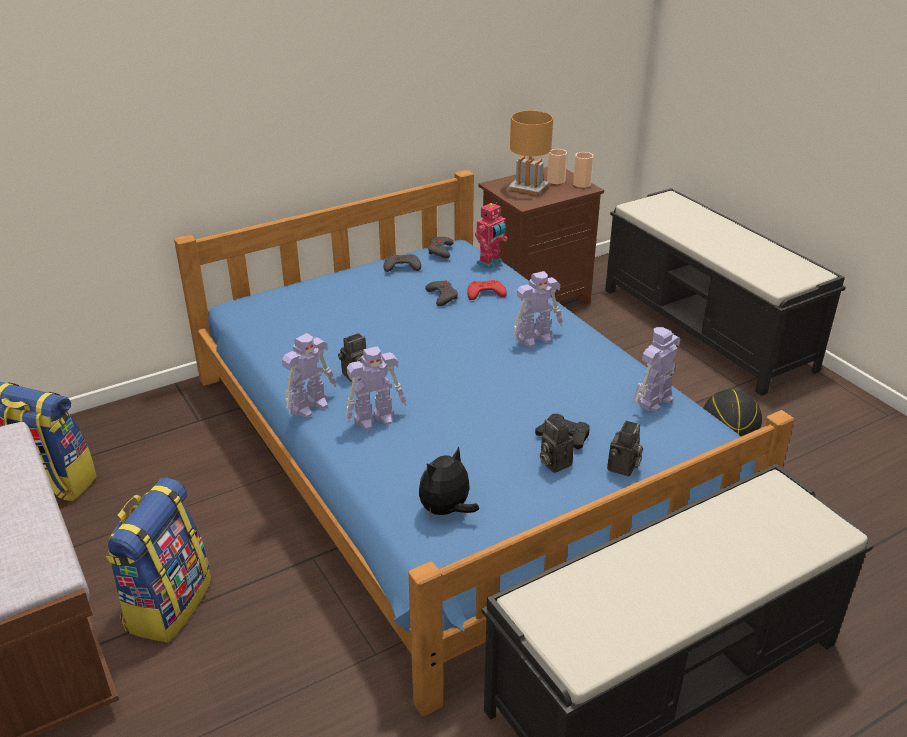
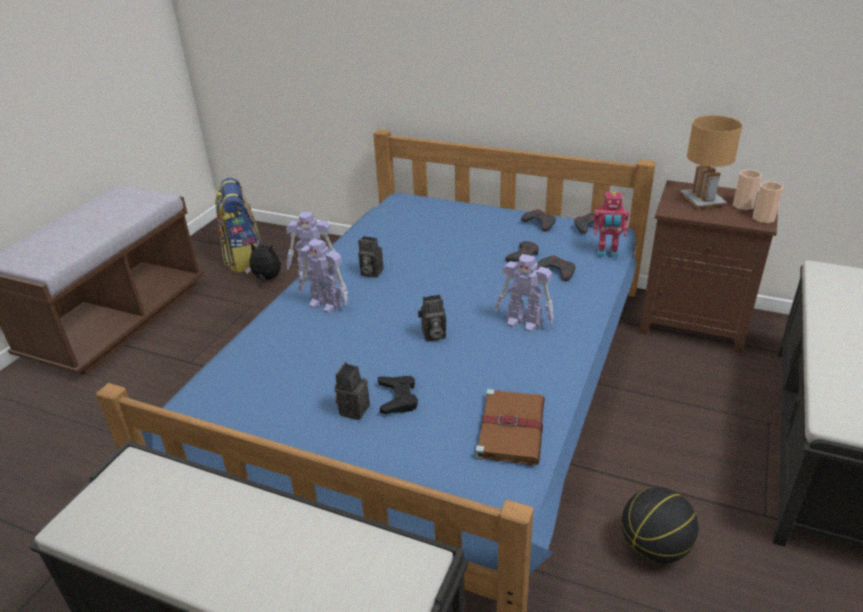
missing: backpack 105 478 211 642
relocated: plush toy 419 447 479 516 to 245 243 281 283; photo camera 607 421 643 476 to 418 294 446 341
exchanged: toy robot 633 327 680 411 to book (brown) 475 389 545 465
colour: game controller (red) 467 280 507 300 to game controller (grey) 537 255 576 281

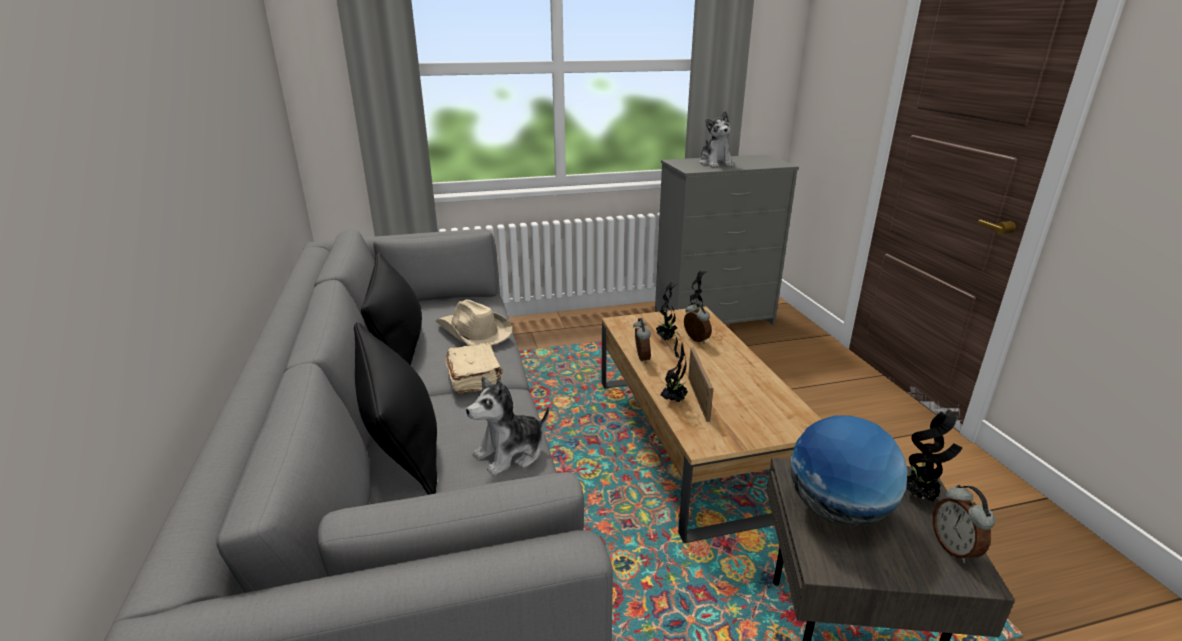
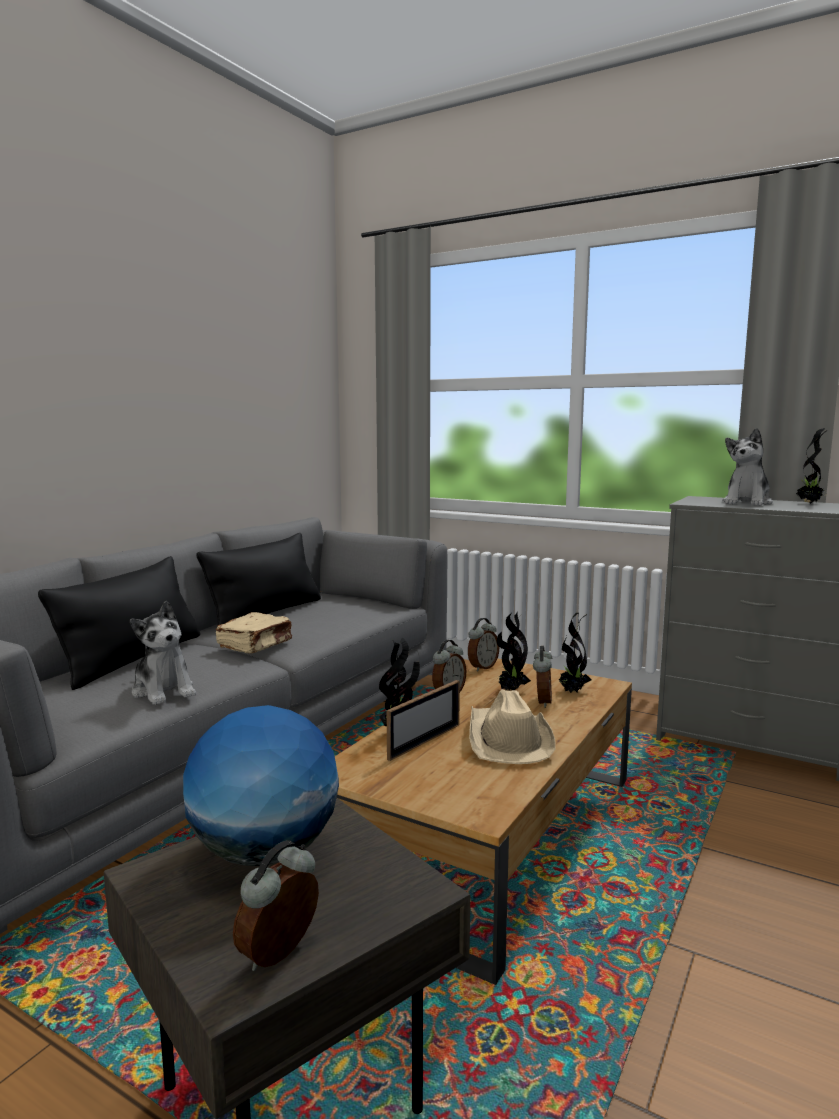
appeared: alarm clock 468 618 499 671
relocated: hat (beige) 436 300 512 346 to 469 689 556 764; potted plant 906 409 963 502 to 796 428 828 504
spun: plush toy 466 376 549 476 = 130 601 196 705 135 degrees counterclockwise

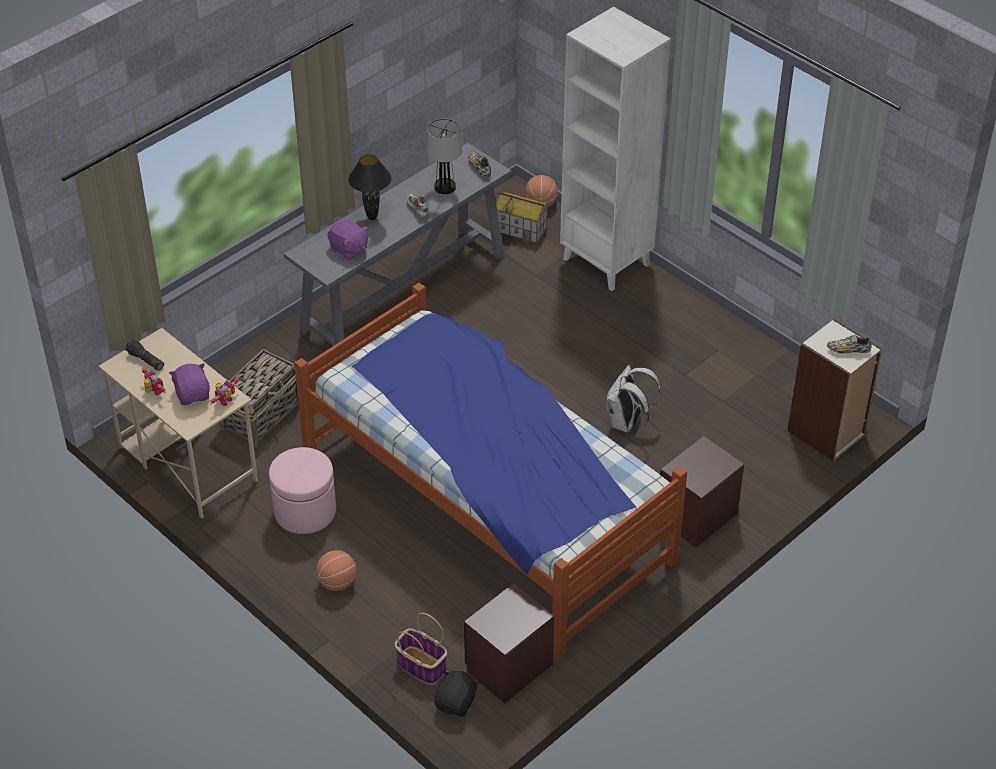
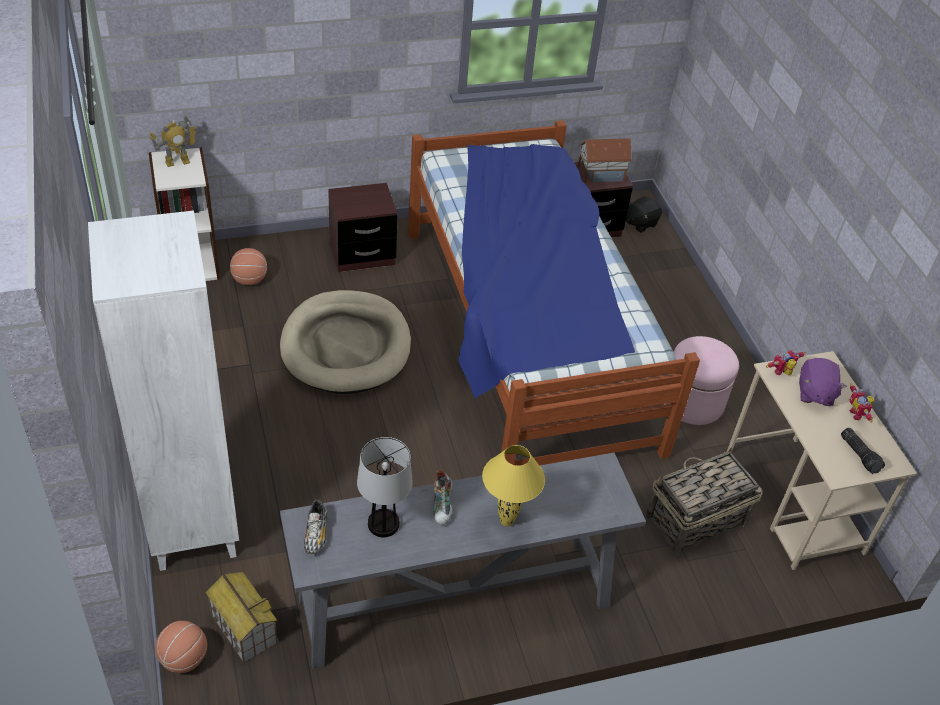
missing: plush toy (purple) 327 219 368 260; basket 395 613 447 684
appeared: toy house 578 138 632 183
relocated: basketball 316 550 357 591 to 230 248 267 285
exchanged: backpack (white) 606 365 661 432 to dog bed (beige) 280 290 411 394; shoe 827 335 872 354 to toy robot 149 115 198 167
colour: table lamp (black) 348 154 391 220 to table lamp (yellow) 482 445 545 526

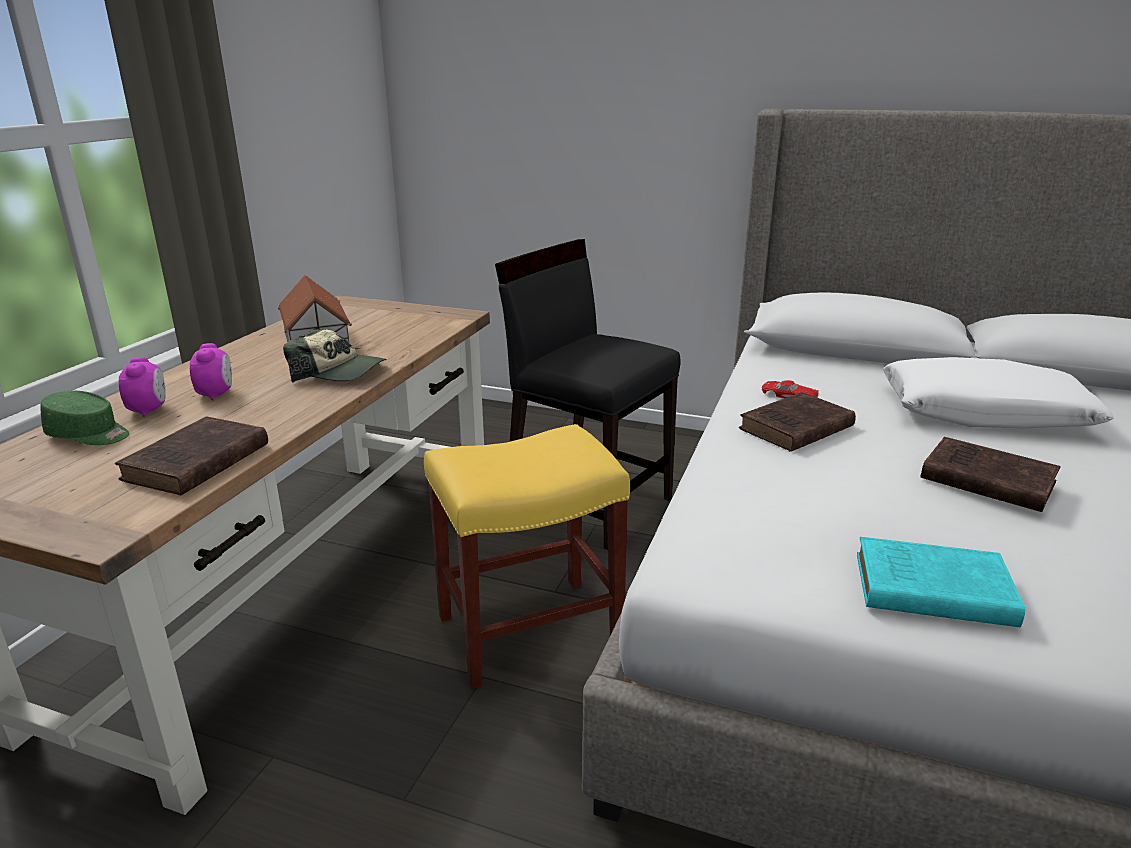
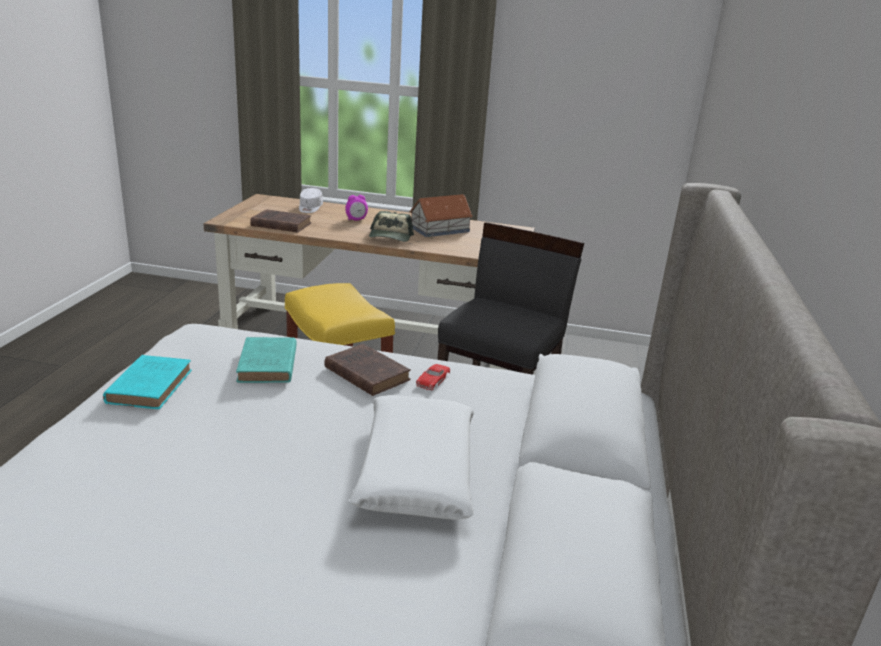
missing: alarm clock 119 357 166 417; book (brown) 921 437 1061 512
appeared: book (turquoise) 236 337 297 383
colour: cap (green) 40 391 129 445 to cap (white) 299 188 323 213

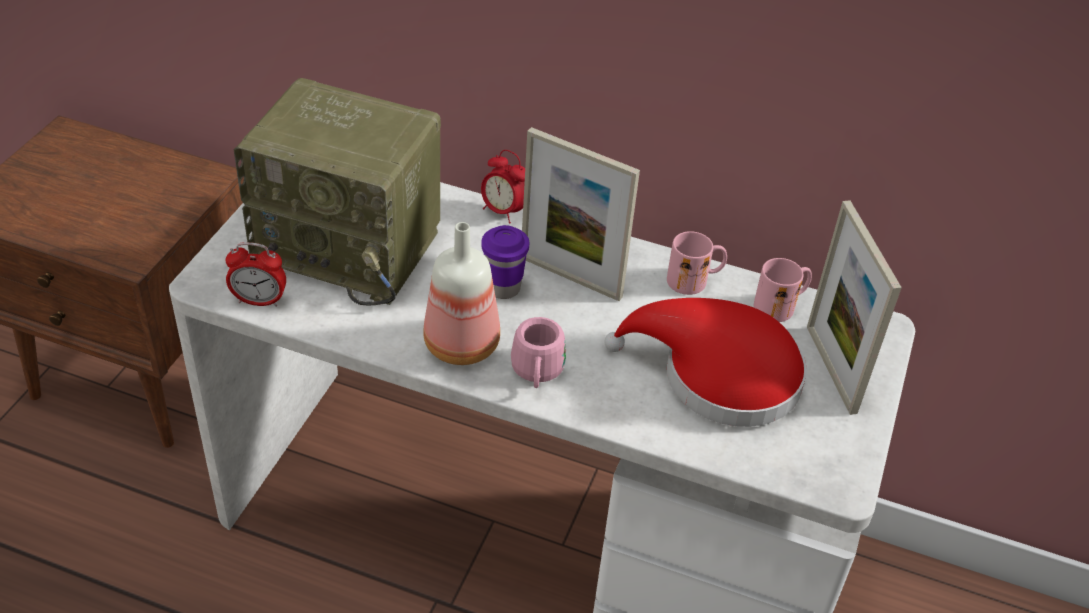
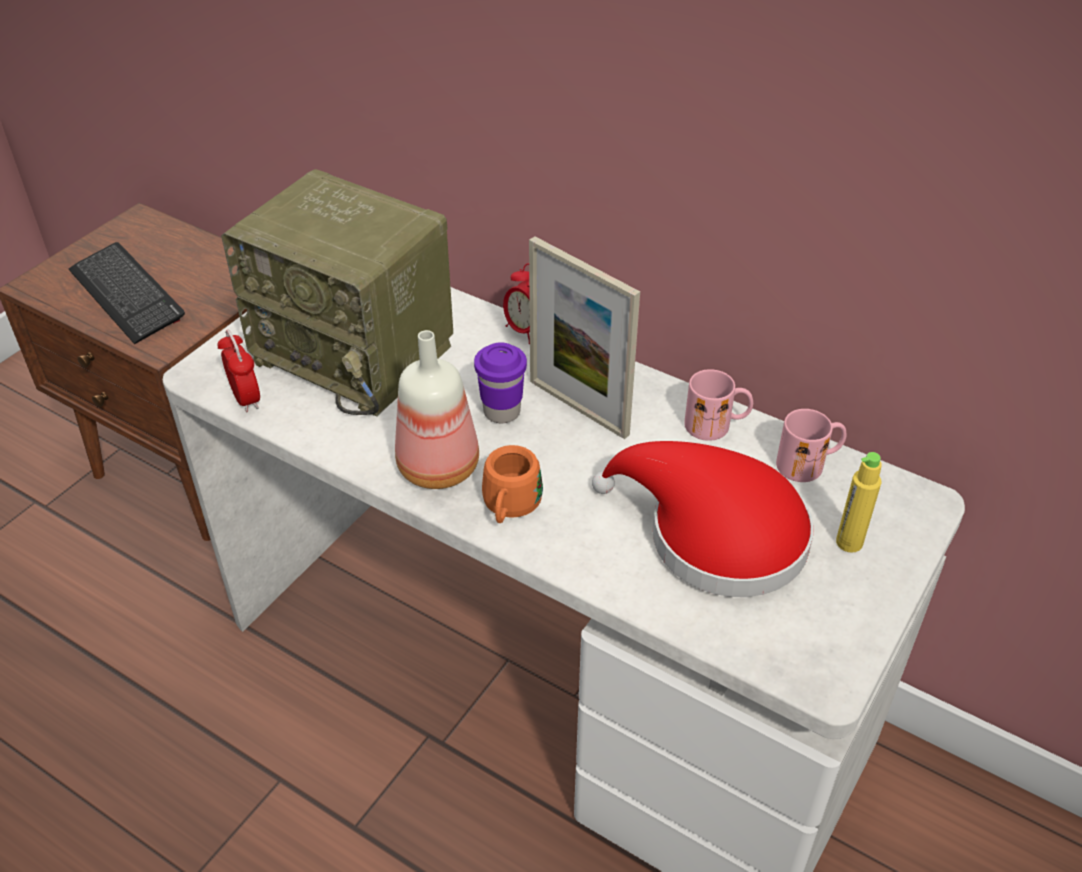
appeared: keyboard 69 242 185 344
exchanged: picture frame 807 200 902 415 to bottle (yellow) 836 452 882 553
colour: mug (pink) 511 317 566 388 to mug (orange) 482 445 543 523
spun: alarm clock 225 242 286 307 = 218 330 260 412 135 degrees counterclockwise

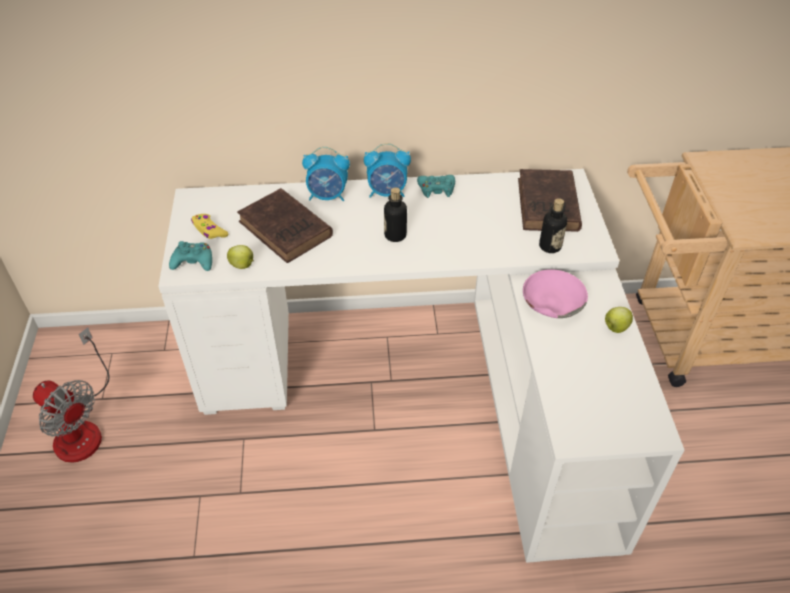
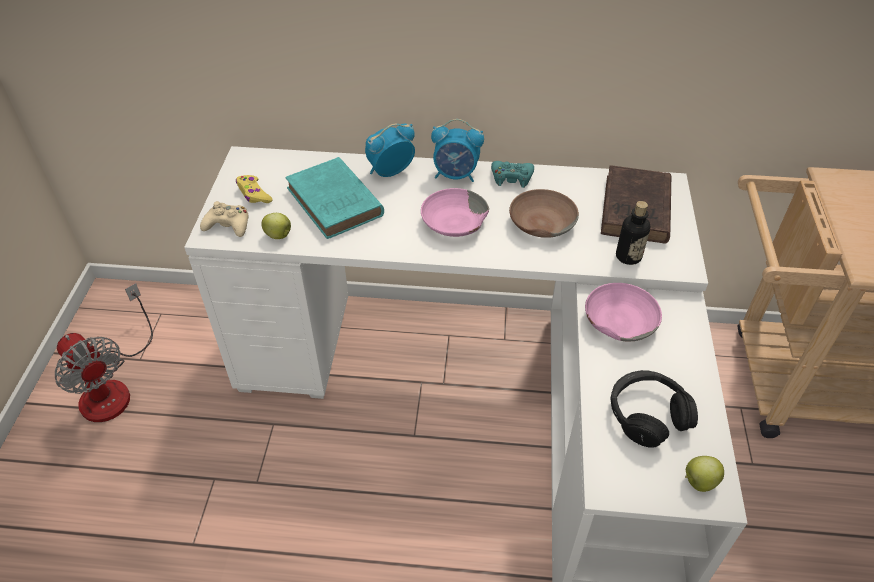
appeared: bowl (brown) 509 189 579 238; headphones (black) 611 370 698 448
relocated: apple 605 307 633 333 to 685 456 724 492
exchanged: bottle 384 187 407 242 to bowl (pink) 421 188 489 237
colour: game controller (turquoise) 169 241 212 271 to game controller (beige) 200 201 249 237; book (brown) 237 188 333 263 to book (turquoise) 285 157 384 239
spun: alarm clock 302 147 350 201 = 365 124 415 177 135 degrees clockwise

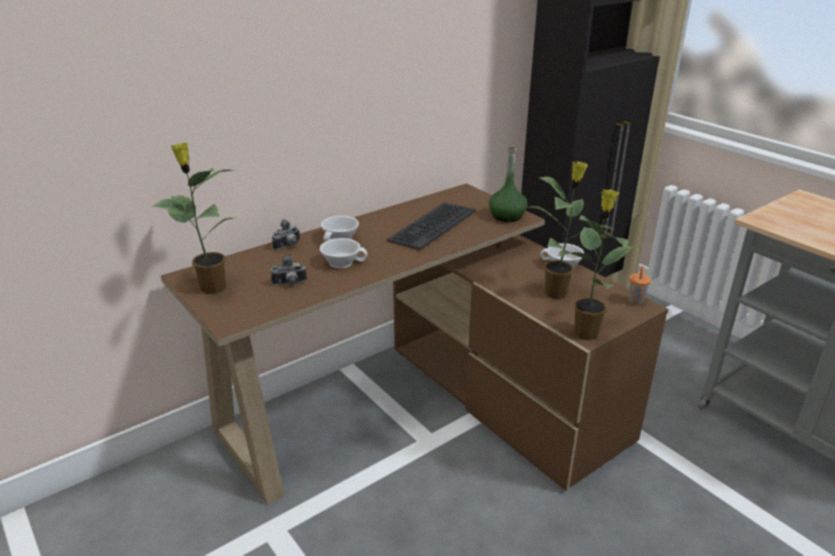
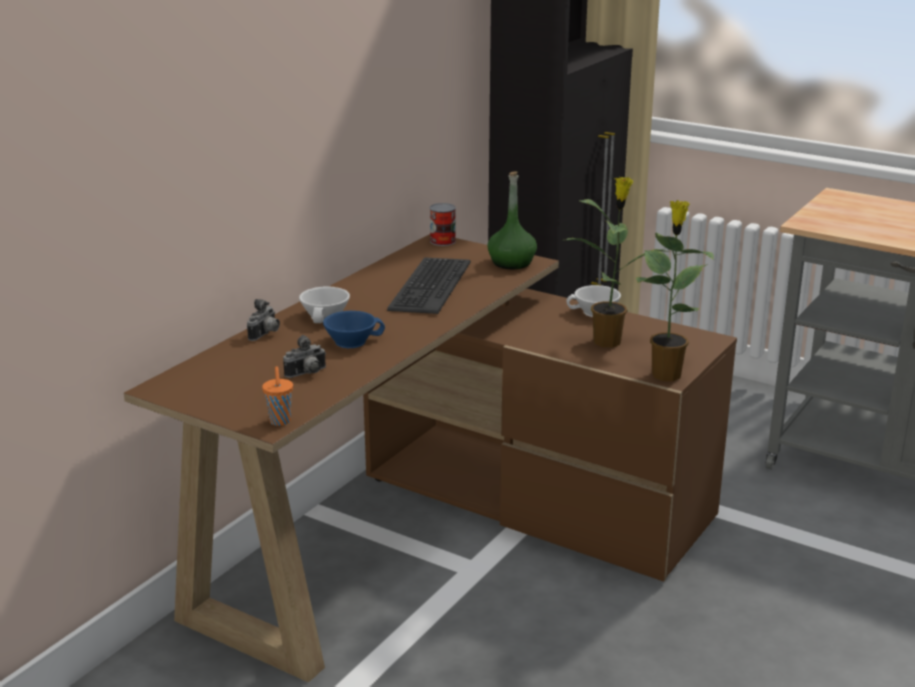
missing: potted plant 152 143 238 294
appeared: can 430 203 456 246
relocated: cup (orange) 629 266 651 305 to 262 366 293 426
colour: cup (white) 320 238 367 268 to cup (blue) 323 311 385 348

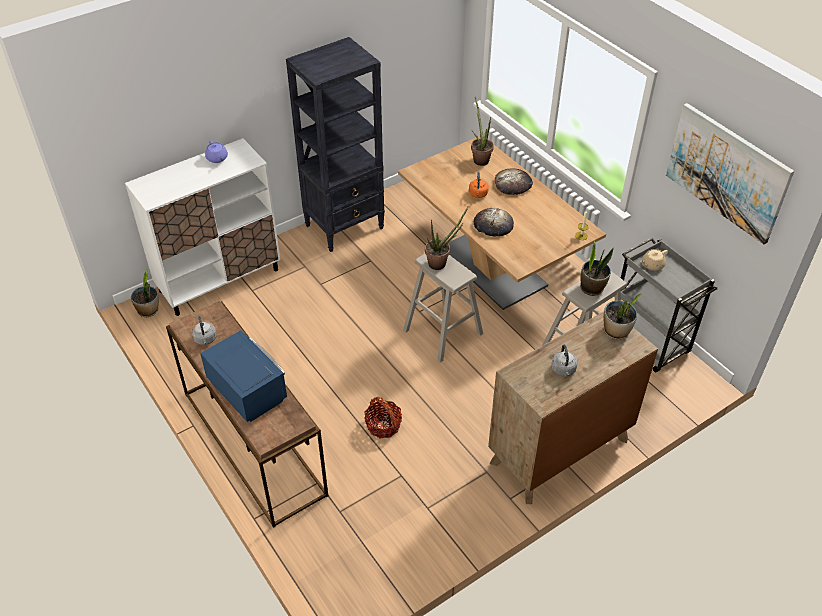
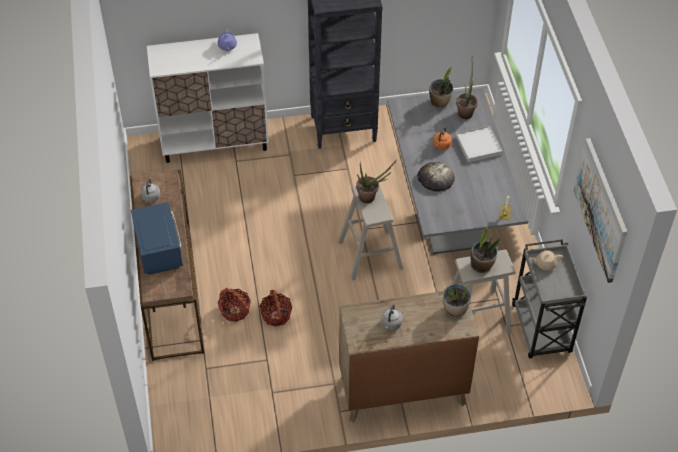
appeared: basket 218 288 251 322
relocated: potted plant 131 270 159 317 to 429 67 454 108
exchanged: bread 495 168 533 195 to tray (white) 456 126 503 162
colour: dining table (brown) 398 136 606 310 to dining table (grey) 387 88 528 254

